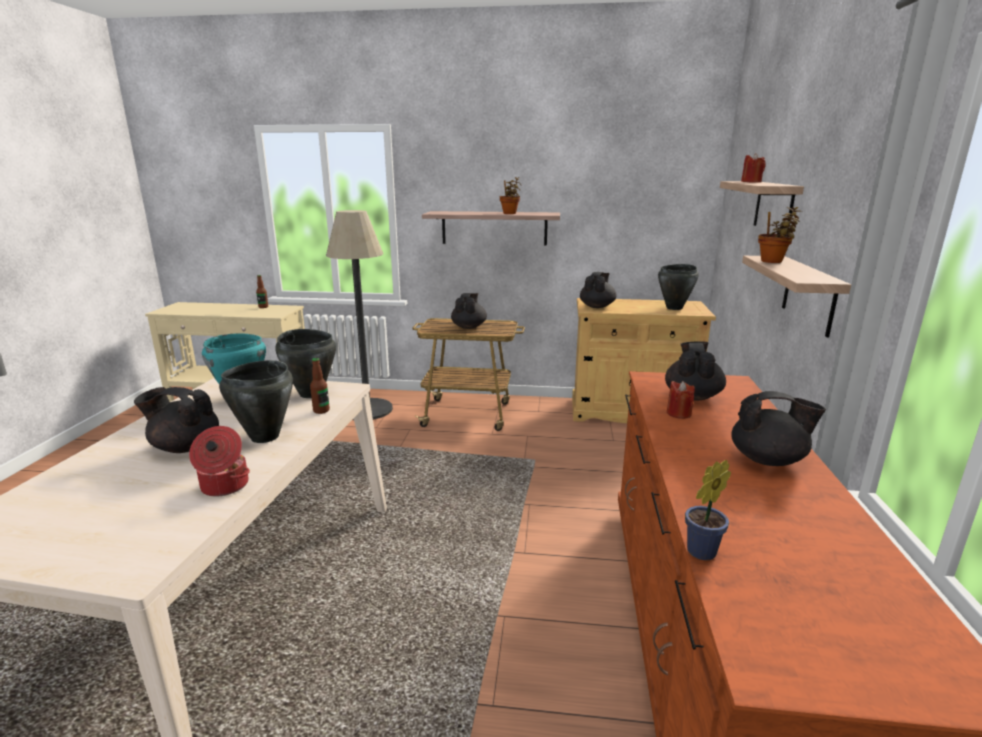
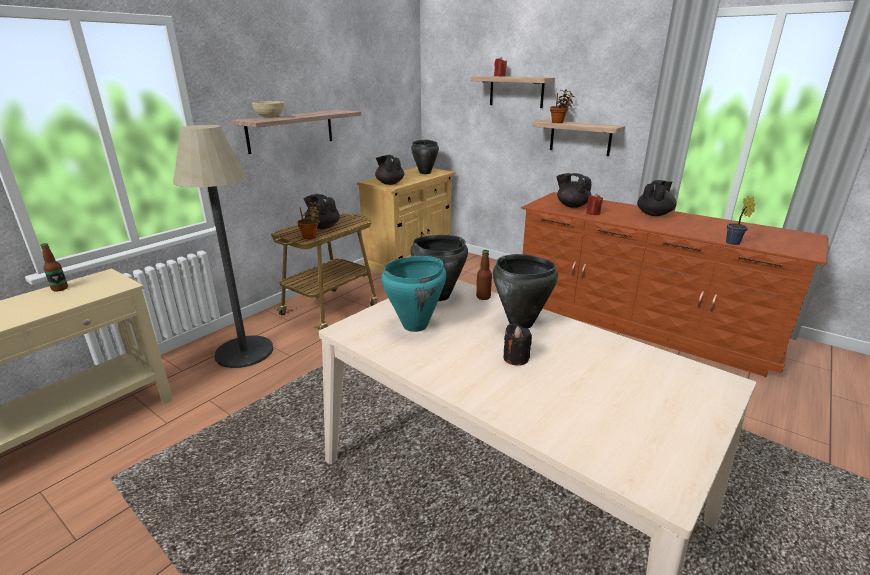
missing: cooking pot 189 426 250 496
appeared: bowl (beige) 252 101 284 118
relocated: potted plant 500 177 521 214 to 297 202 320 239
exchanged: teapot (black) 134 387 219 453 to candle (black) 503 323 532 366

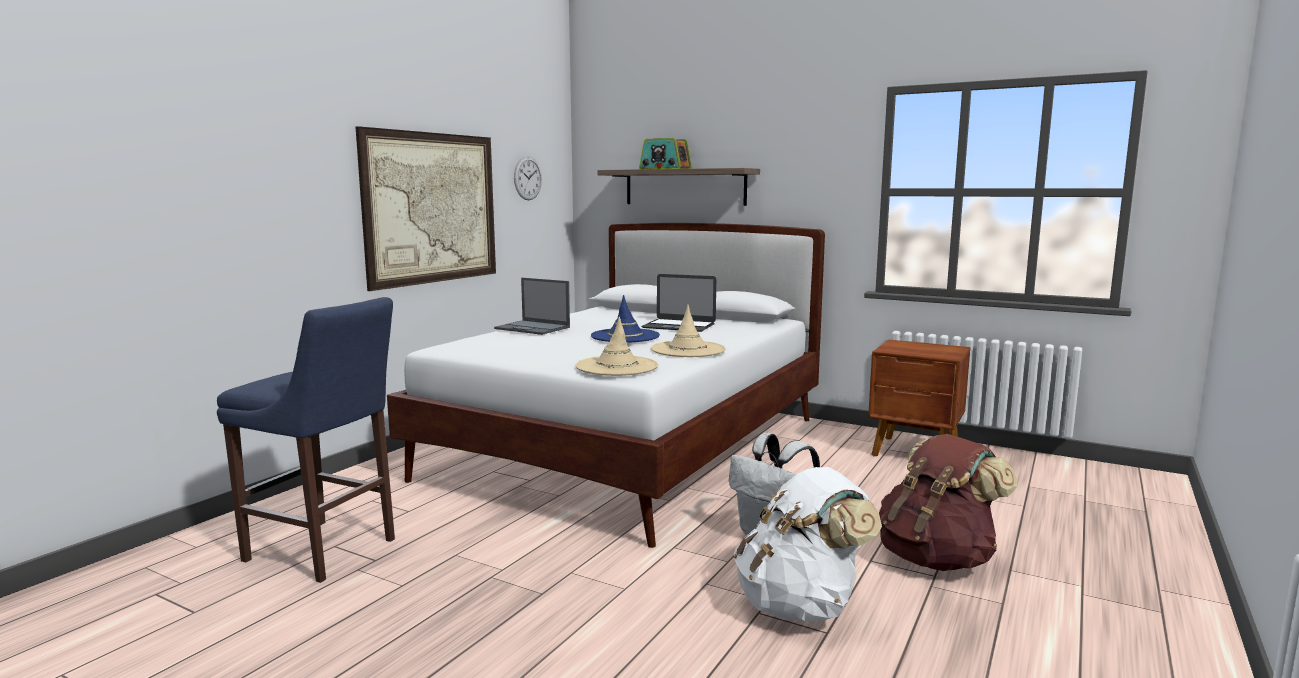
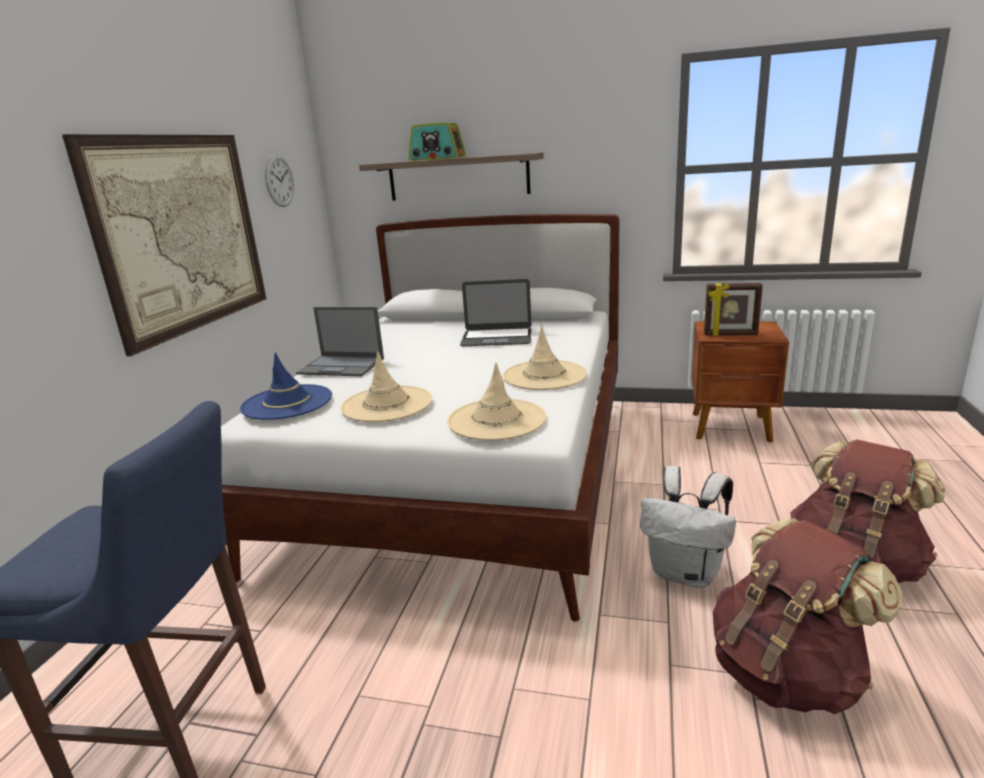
appeared: hat (beige) 340 351 432 422; picture frame 704 283 763 336
relocated: hat (blue) 591 295 660 343 to 240 352 332 420
colour: backpack (white) 734 467 882 621 to backpack (brown) 713 518 903 715

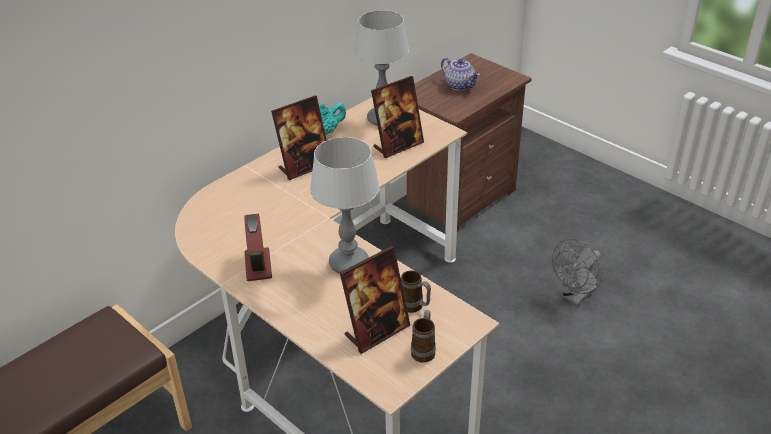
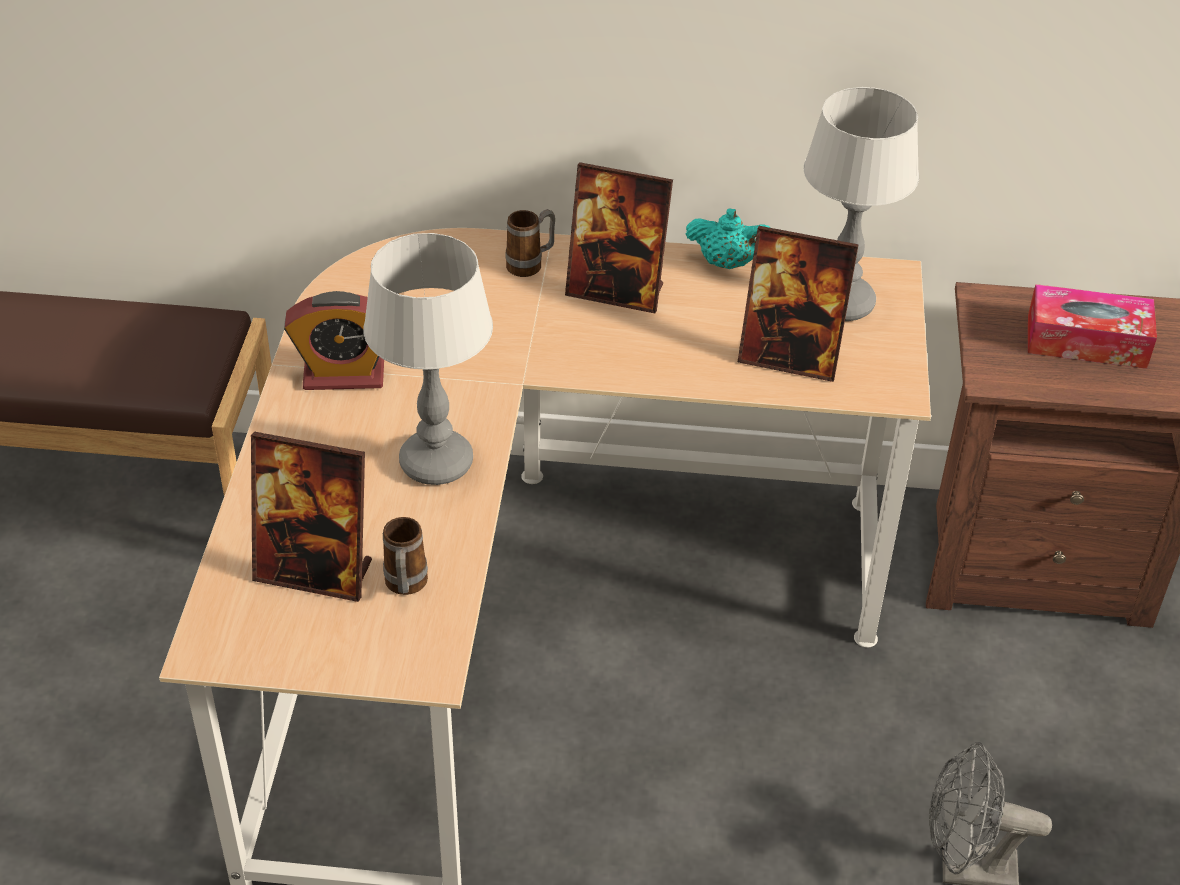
relocated: mug 411 310 436 363 to 506 209 555 277
exchanged: teapot 441 58 480 91 to tissue box 1028 284 1157 369
spun: alarm clock 244 214 272 281 = 284 291 384 390 135 degrees counterclockwise

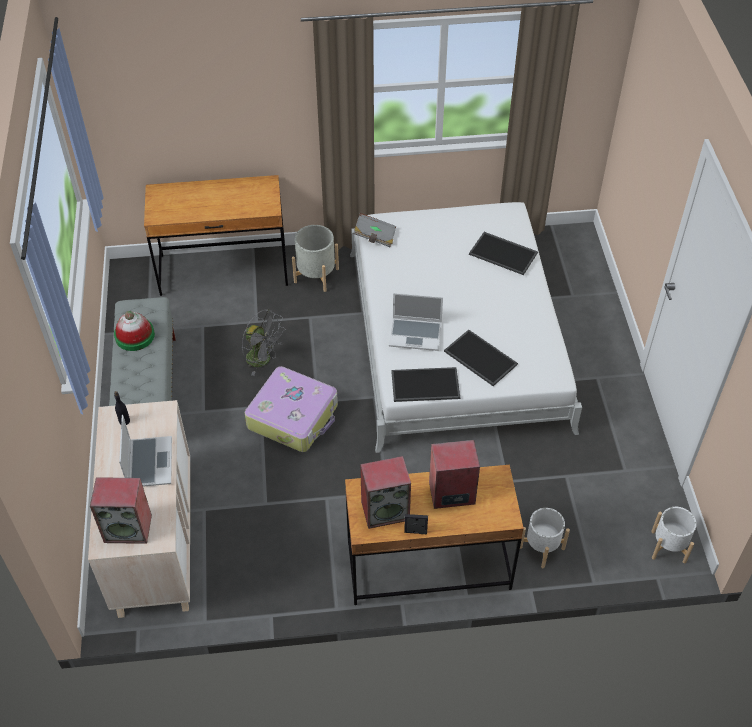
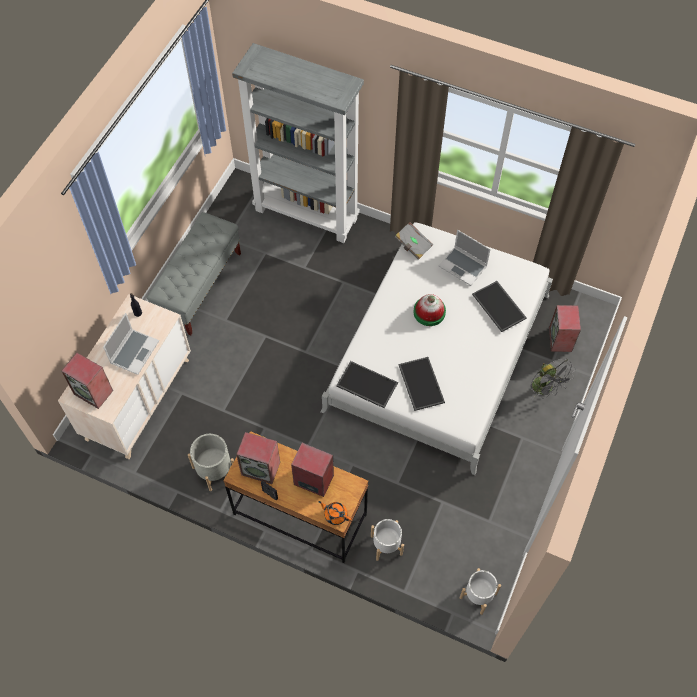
missing: suitcase 245 366 338 452
appeared: teapot (orange) 318 501 351 525; speaker 549 305 581 352
relocated: hat 114 311 155 351 to 413 294 446 326; fan (grey) 242 309 285 376 to 530 359 576 400; planter (grey) 292 225 339 292 to 188 434 234 491; laptop 389 293 443 351 to 439 230 491 286
exchanged: desk (brown) 144 175 288 296 to bookcase (grey) 232 43 364 243

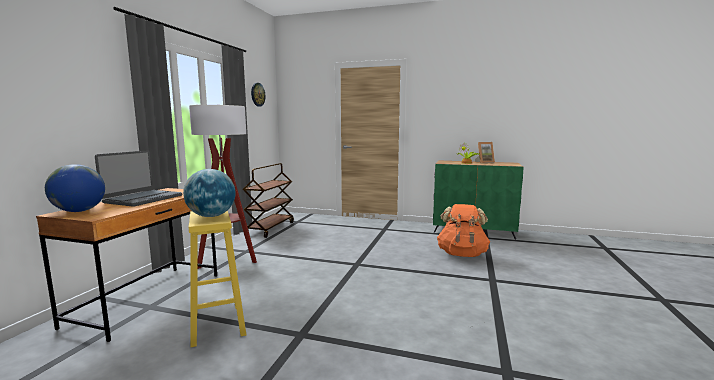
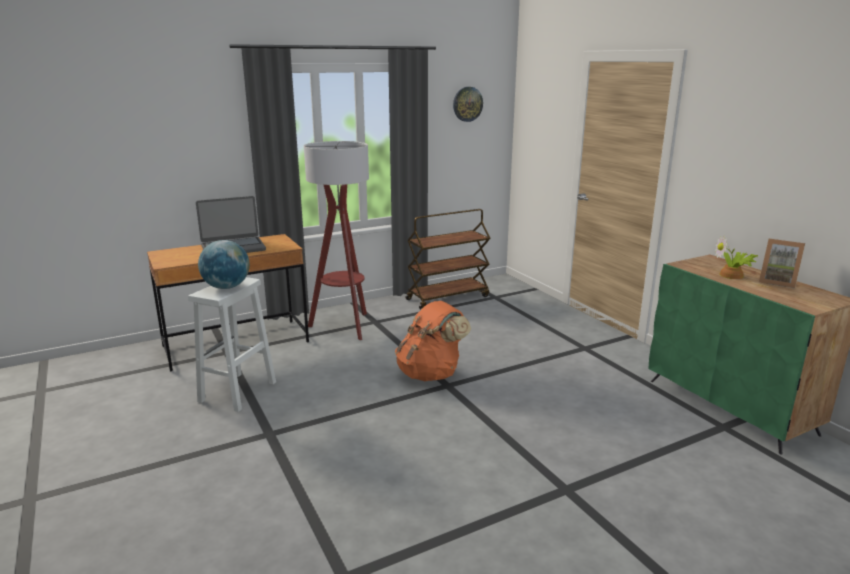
missing: globe 45 164 105 212
relocated: backpack (orange) 437 204 490 257 to 395 301 471 381
colour: stool (yellow) 189 210 246 347 to stool (white) 188 277 276 412

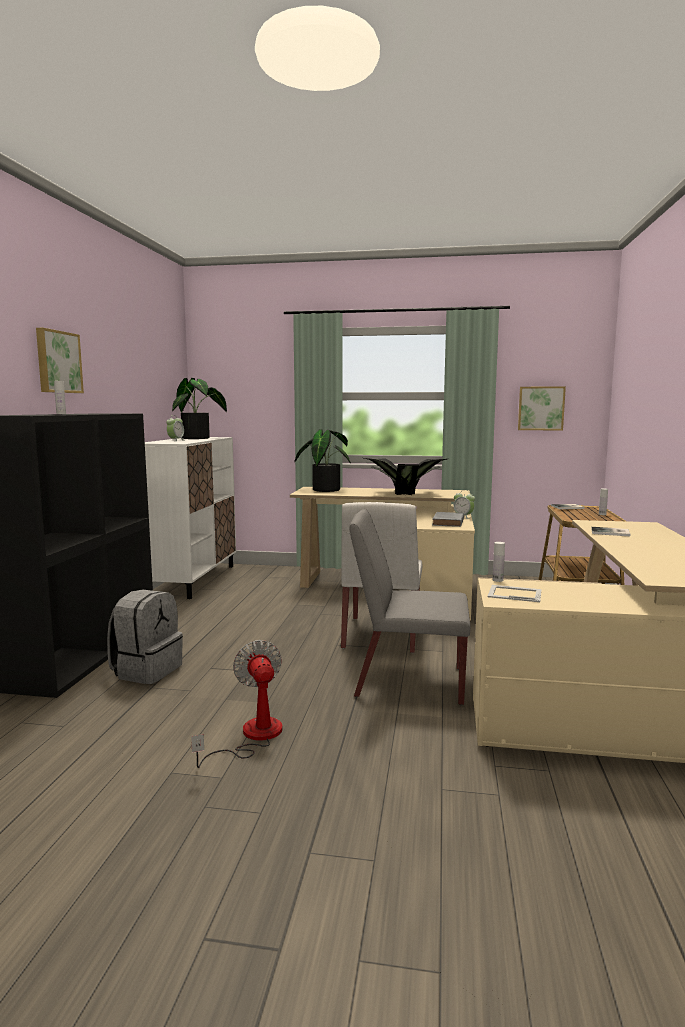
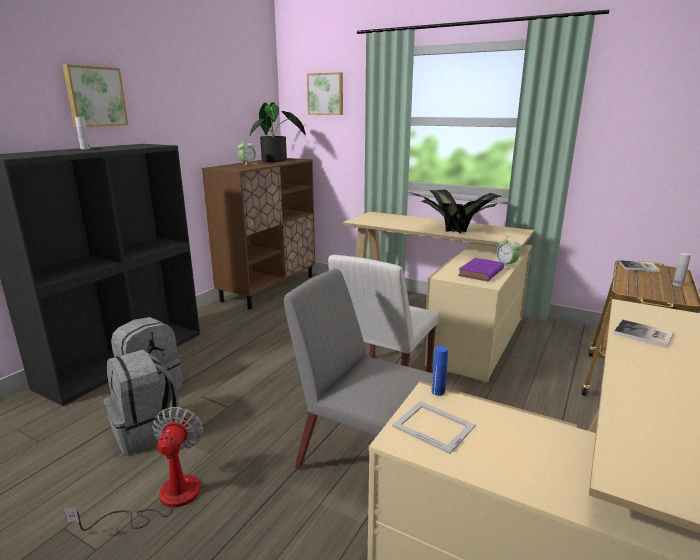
missing: potted plant 294 429 351 492
appeared: backpack (grey) 104 349 179 455
relocated: picture 518 386 566 430 to 307 72 343 115
colour: cabinet (white) 145 437 236 599 to cabinet (brown) 202 158 315 309; book (grey) 432 512 464 527 to book (purple) 458 258 504 282; bottle (white) 493 542 505 582 to bottle (blue) 431 346 448 396

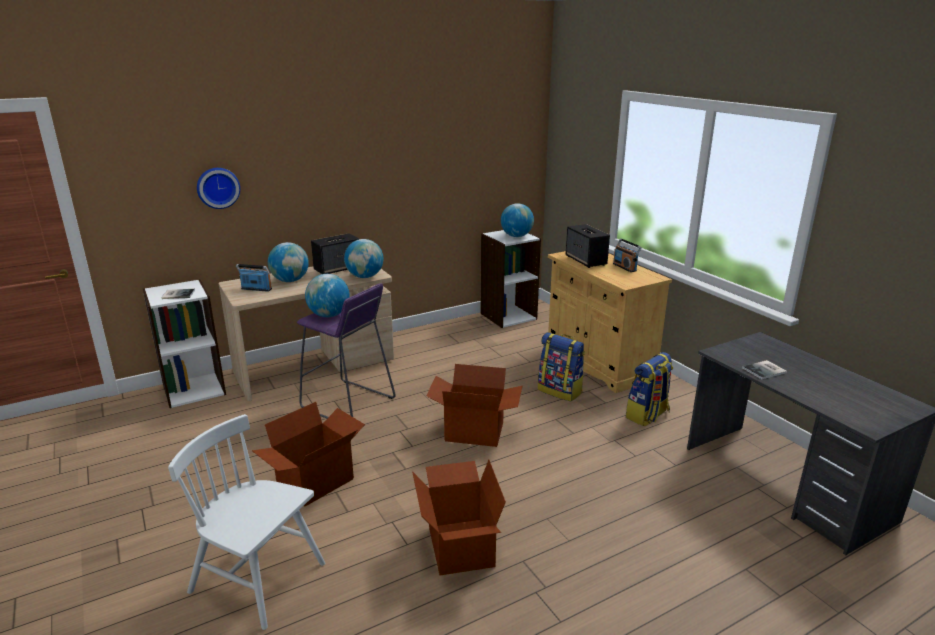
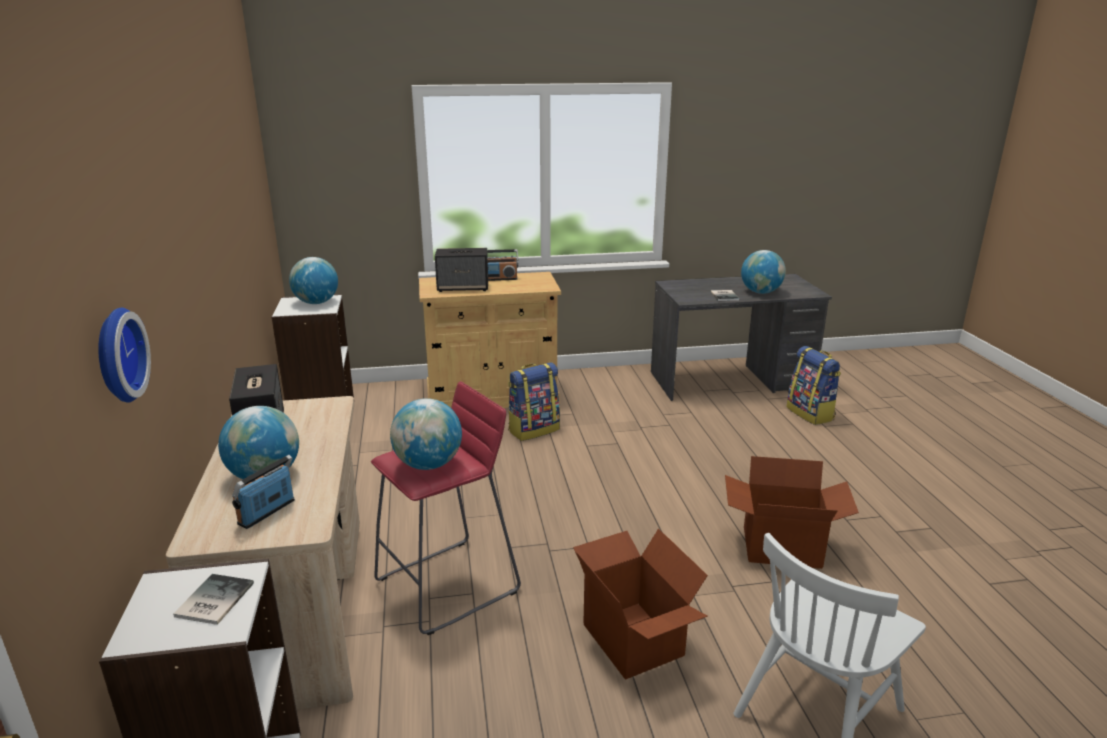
missing: cardboard box 426 364 522 447
relocated: globe 344 239 383 278 to 741 250 786 294; backpack 626 352 673 427 to 786 346 841 425
colour: stool (purple) 297 284 396 418 to stool (red) 371 381 521 635

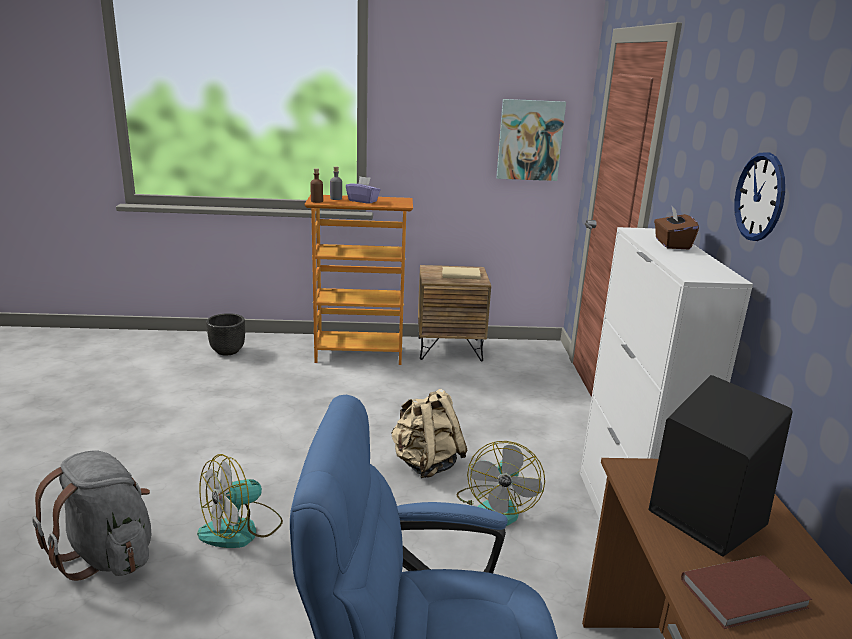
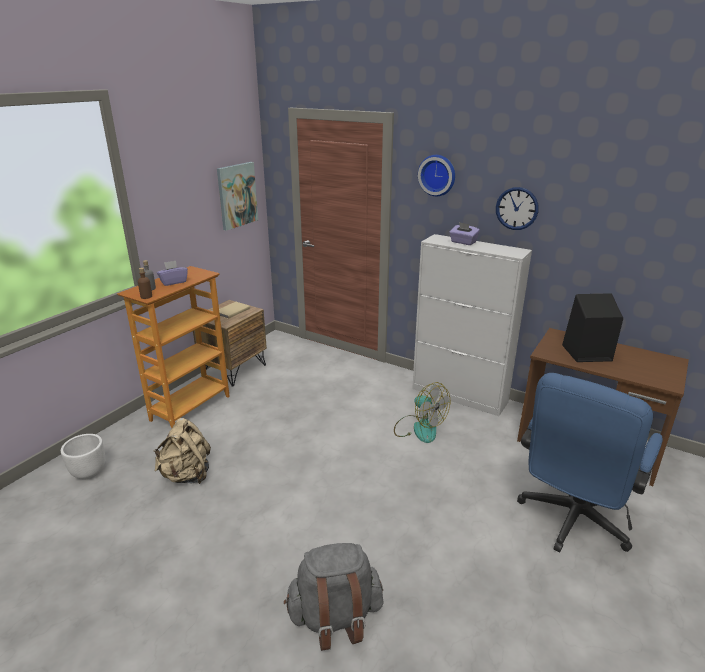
missing: fan 197 454 283 548; book (brown) 681 555 812 629
appeared: wall clock 418 155 455 196
relocated: backpack (beige) 391 389 467 478 to 153 418 211 484
colour: planter (black) 206 313 245 356 to planter (white) 61 434 105 480; tissue box (brown) 654 205 699 250 to tissue box (purple) 449 222 480 245

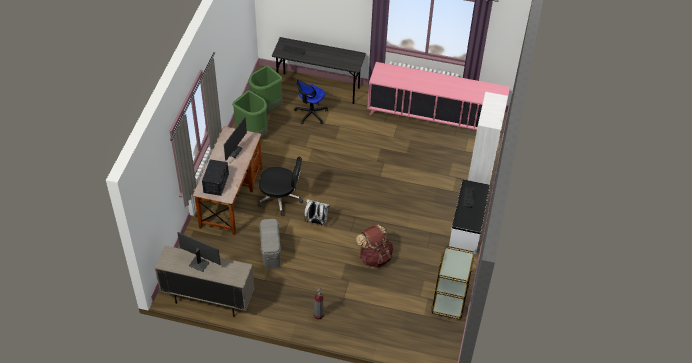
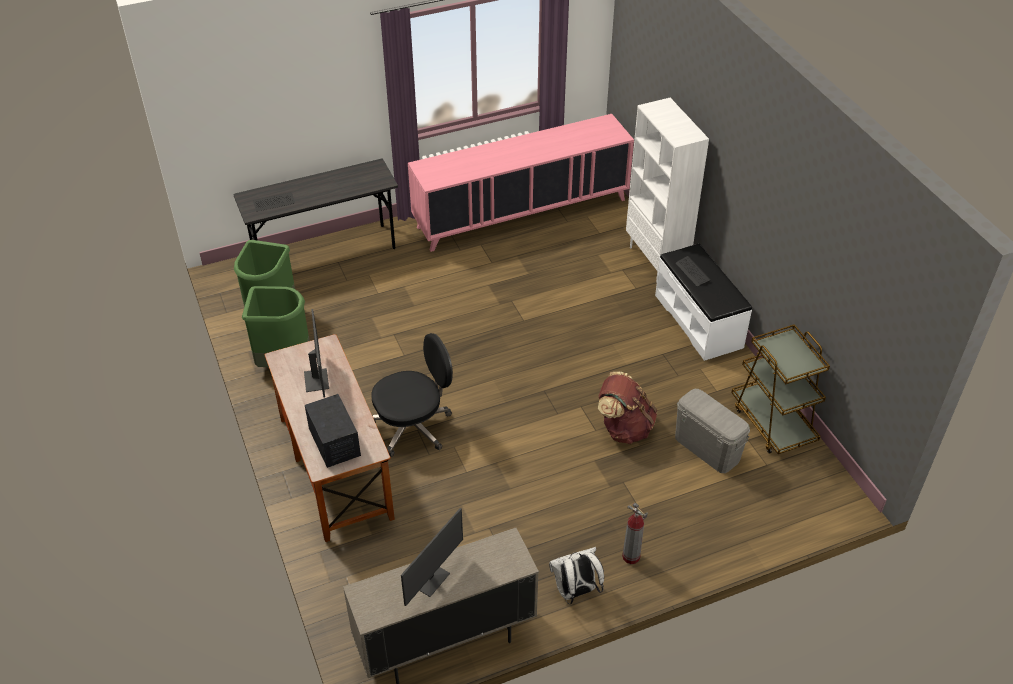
missing: office chair 294 79 328 125
relocated: storage box (grey) 259 219 281 269 to 675 389 750 473; backpack (white) 304 199 330 225 to 549 547 604 604
spun: monitor 177 232 221 272 = 401 508 463 606 135 degrees clockwise

